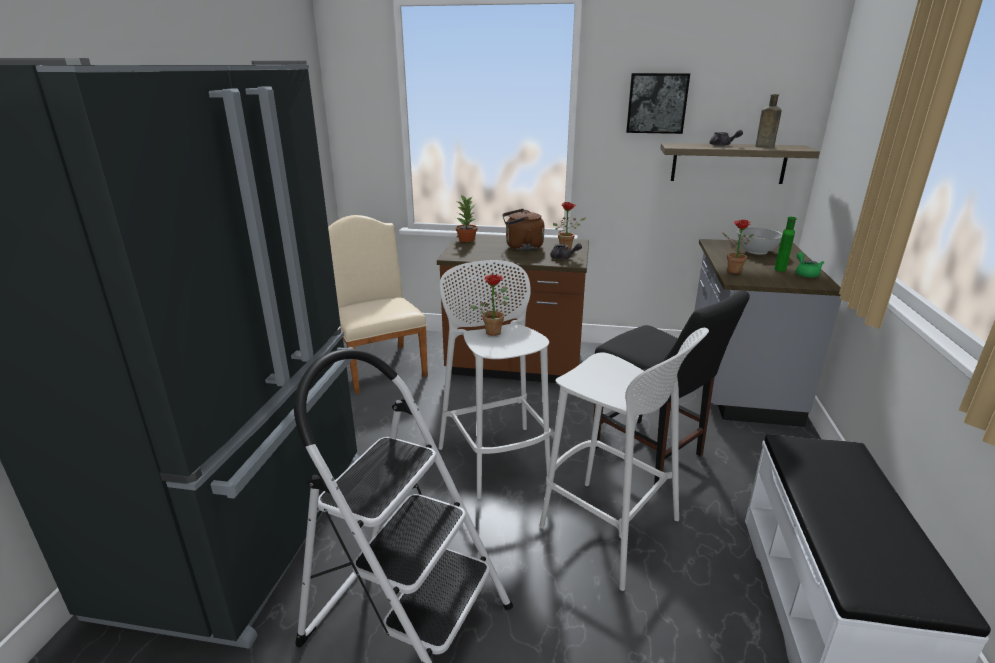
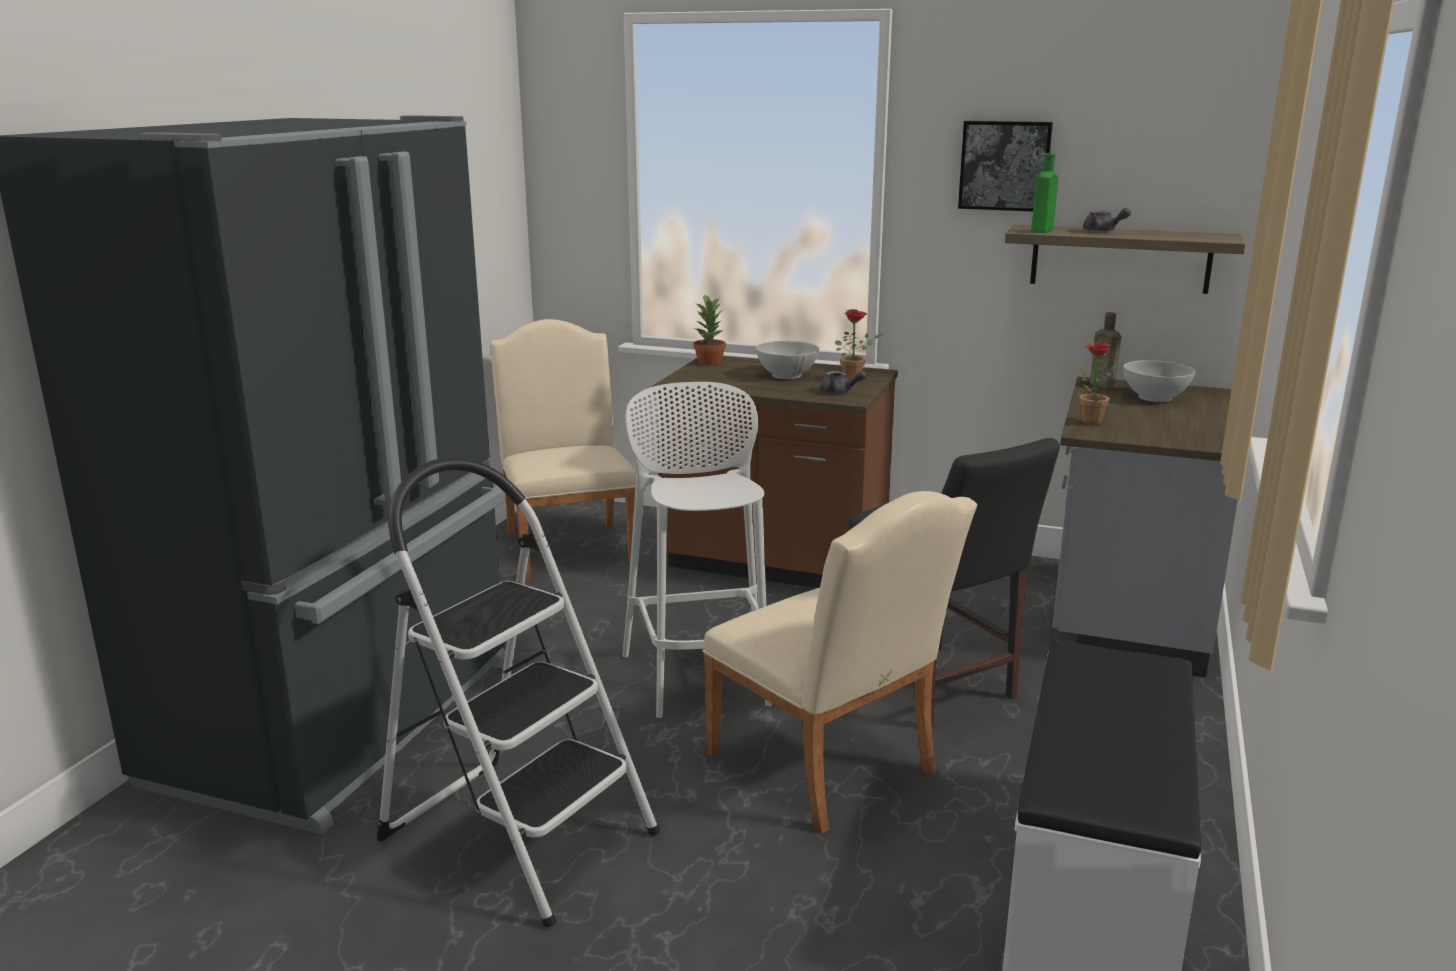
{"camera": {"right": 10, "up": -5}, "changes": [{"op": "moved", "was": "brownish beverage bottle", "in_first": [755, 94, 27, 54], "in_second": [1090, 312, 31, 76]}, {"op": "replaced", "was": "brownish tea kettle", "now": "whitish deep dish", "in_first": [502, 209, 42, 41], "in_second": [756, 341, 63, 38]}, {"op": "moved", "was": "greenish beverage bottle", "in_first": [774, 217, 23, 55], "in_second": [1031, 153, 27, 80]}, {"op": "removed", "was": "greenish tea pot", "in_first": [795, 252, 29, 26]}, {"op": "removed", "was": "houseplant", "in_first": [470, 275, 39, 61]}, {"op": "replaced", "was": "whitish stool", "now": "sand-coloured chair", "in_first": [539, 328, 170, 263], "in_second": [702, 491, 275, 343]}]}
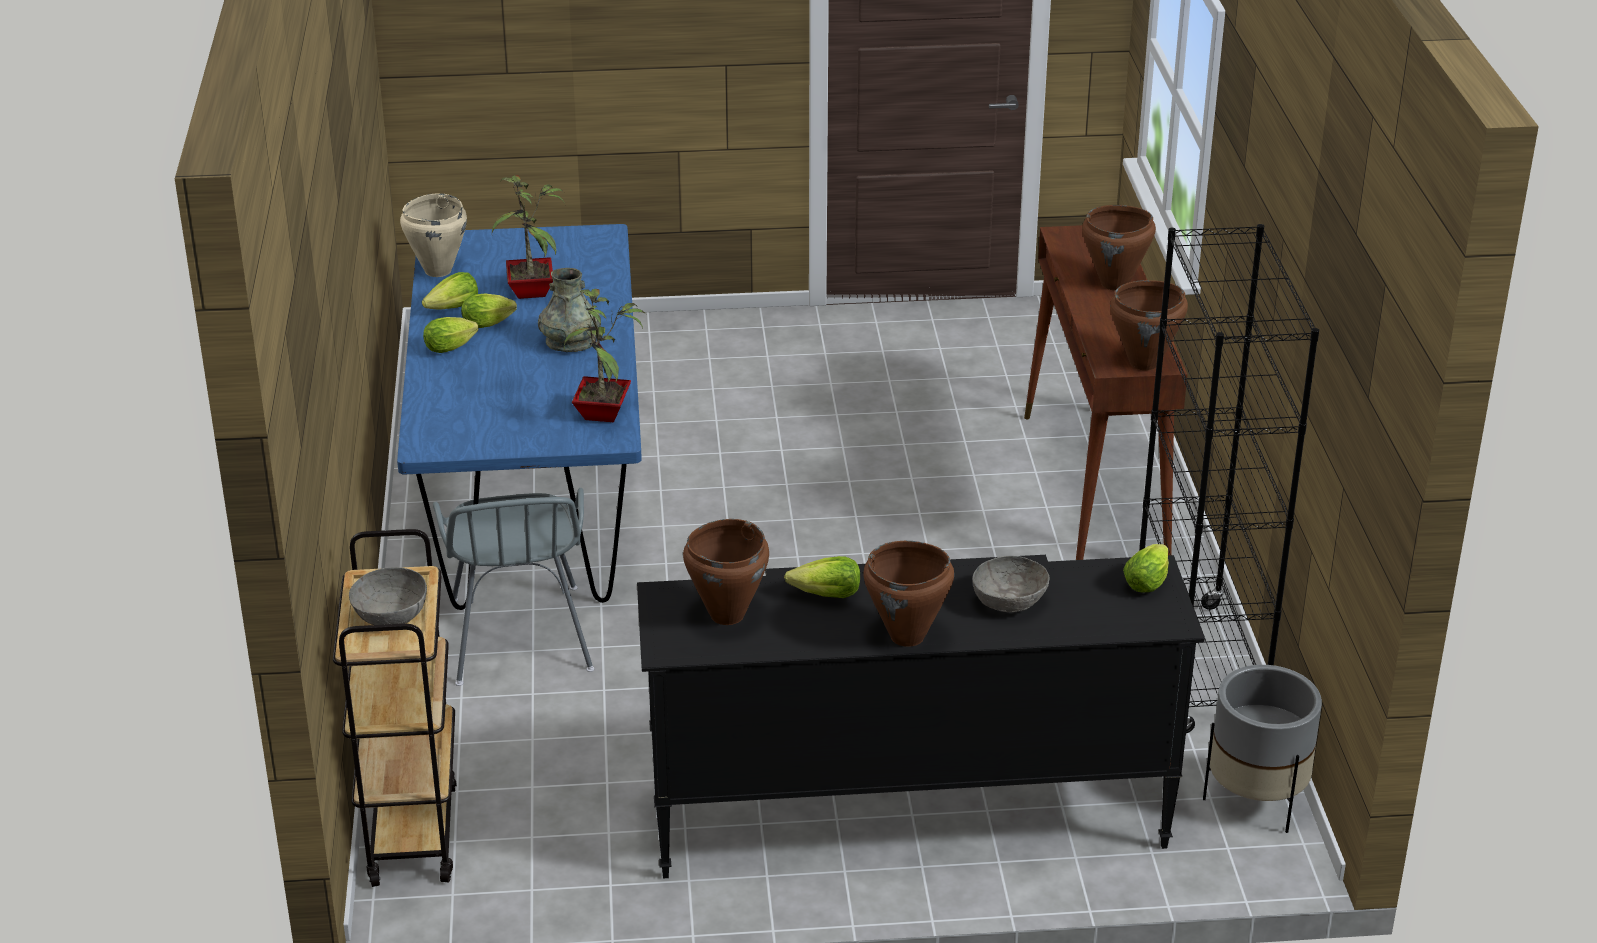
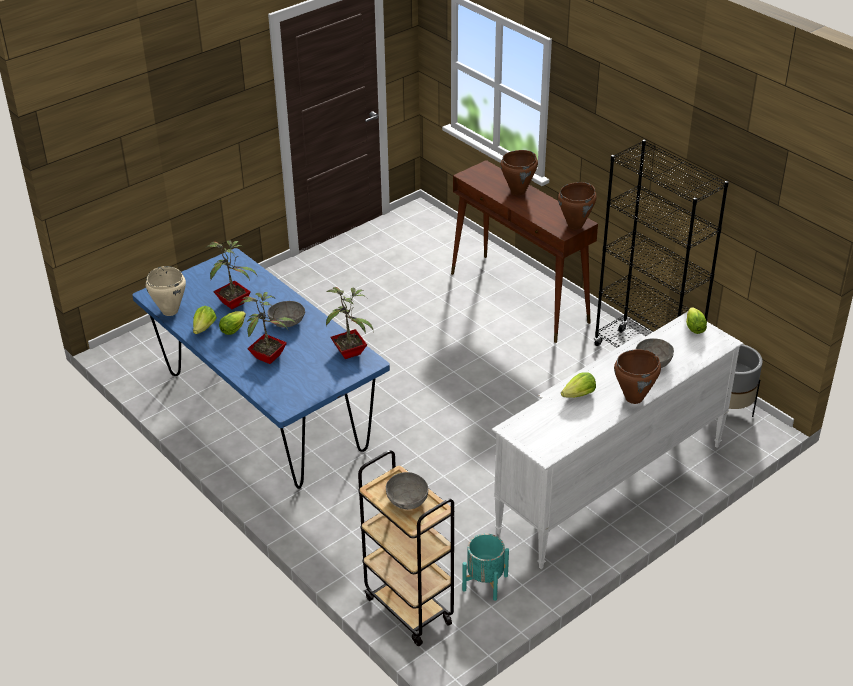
{"camera": {"right": -35, "up": 5}, "changes": [{"op": "replaced", "was": "grey flower vase", "now": "grey deep dish", "in_first": [538, 268, 63, 84], "in_second": [268, 301, 37, 27]}, {"op": "removed", "was": "lettuce head", "in_first": [423, 317, 56, 36]}, {"op": "removed", "was": "grey chair", "in_first": [433, 488, 161, 198]}, {"op": "removed", "was": "brownish cooking pot", "in_first": [683, 519, 86, 106]}, {"op": "recoloured", "was": "black-coloured storage cabinet", "now": "whitish storage cabinet", "in_first": [637, 555, 568, 323], "in_second": [492, 311, 251, 258]}, {"op": "added", "now": "houseplant", "in_second": [239, 292, 57, 72]}, {"op": "added", "now": "turquoise-coloured planter", "in_second": [462, 534, 47, 67]}]}
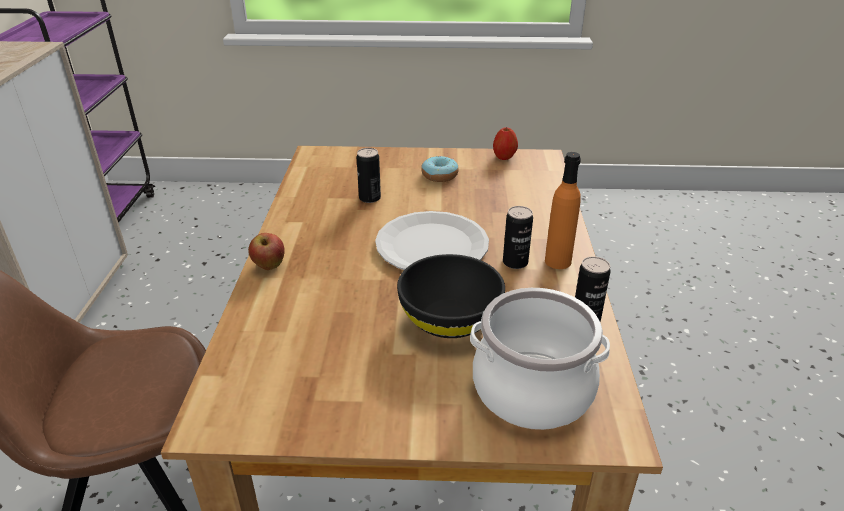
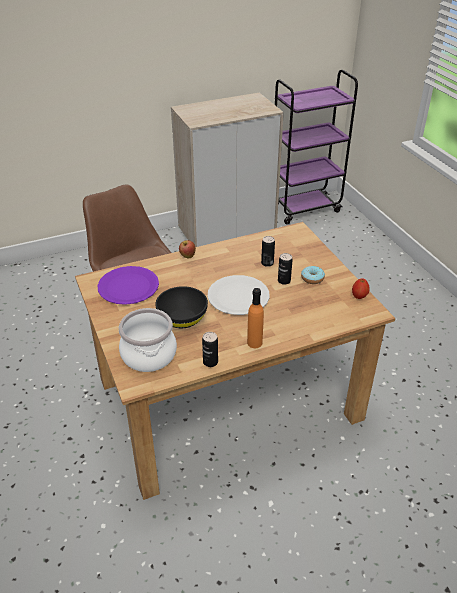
{"camera": {"right": 65, "up": 5}, "changes": [{"op": "moved", "was": "metal can", "in_first": [503, 206, 30, 63], "in_second": [278, 253, 15, 32]}, {"op": "added", "now": "purplish dinner plate", "in_second": [98, 266, 61, 39]}]}
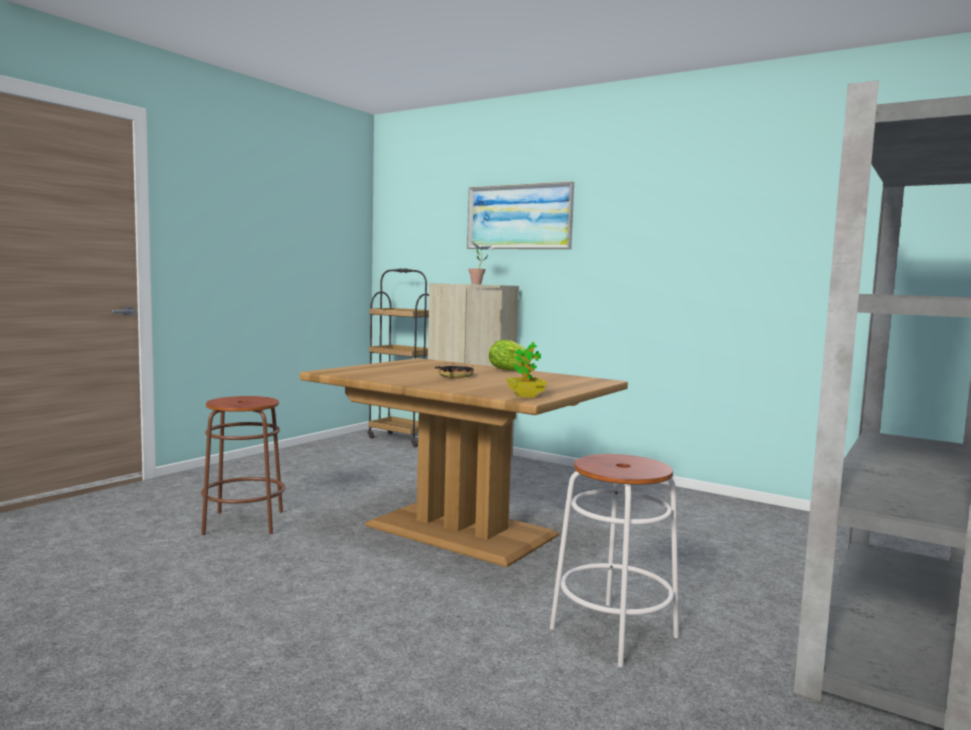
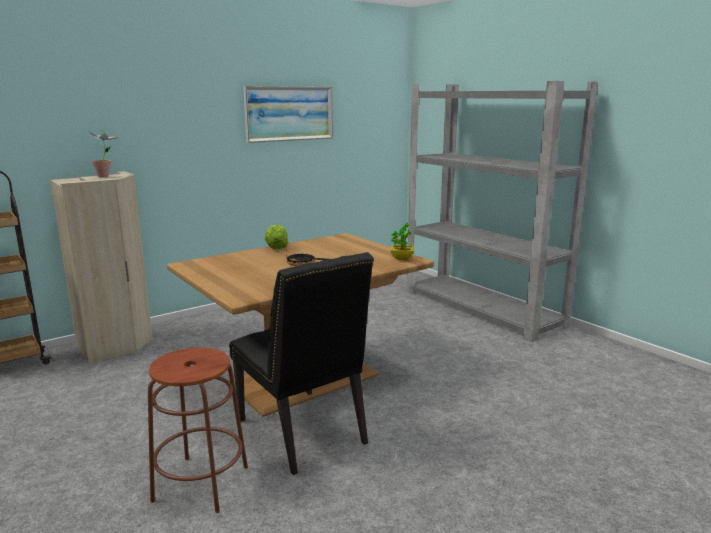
{"camera": {"right": -70, "up": 10}, "changes": [{"op": "moved", "was": "wall art", "in_first": [467, 181, 107, 68], "in_second": [243, 86, 90, 57]}, {"op": "removed", "was": "whitish stool", "in_first": [550, 454, 129, 214]}, {"op": "added", "now": "black-coloured chair", "in_second": [229, 252, 145, 223]}]}
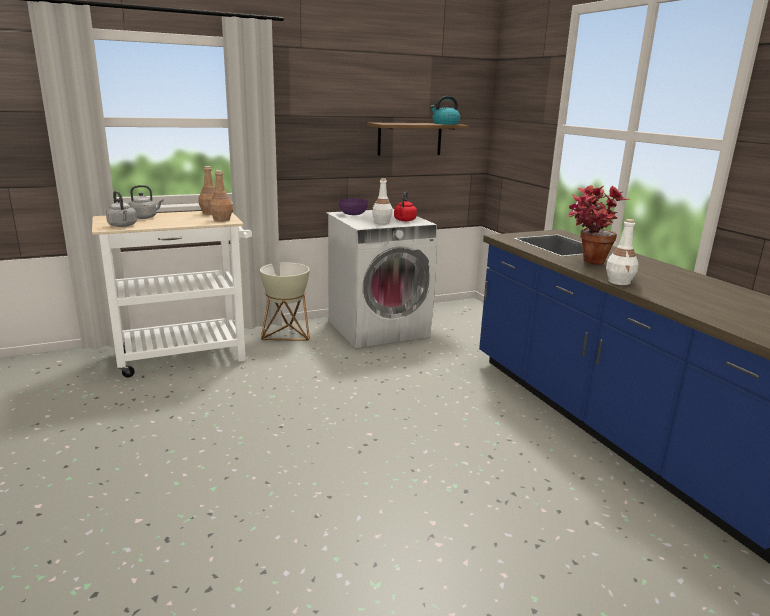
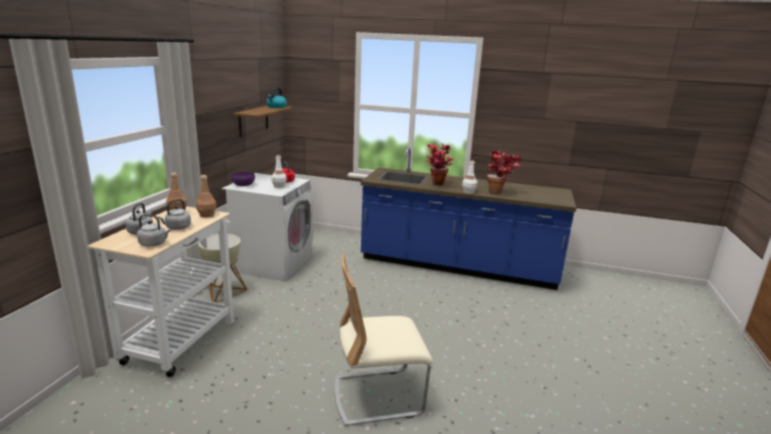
{"camera": {"right": -50, "up": 0}, "changes": [{"op": "added", "now": "houseplant", "in_second": [487, 150, 35, 44]}, {"op": "added", "now": "grey tea kettle", "in_second": [158, 199, 33, 31]}, {"op": "added", "now": "sand-coloured chair", "in_second": [334, 255, 99, 171]}]}
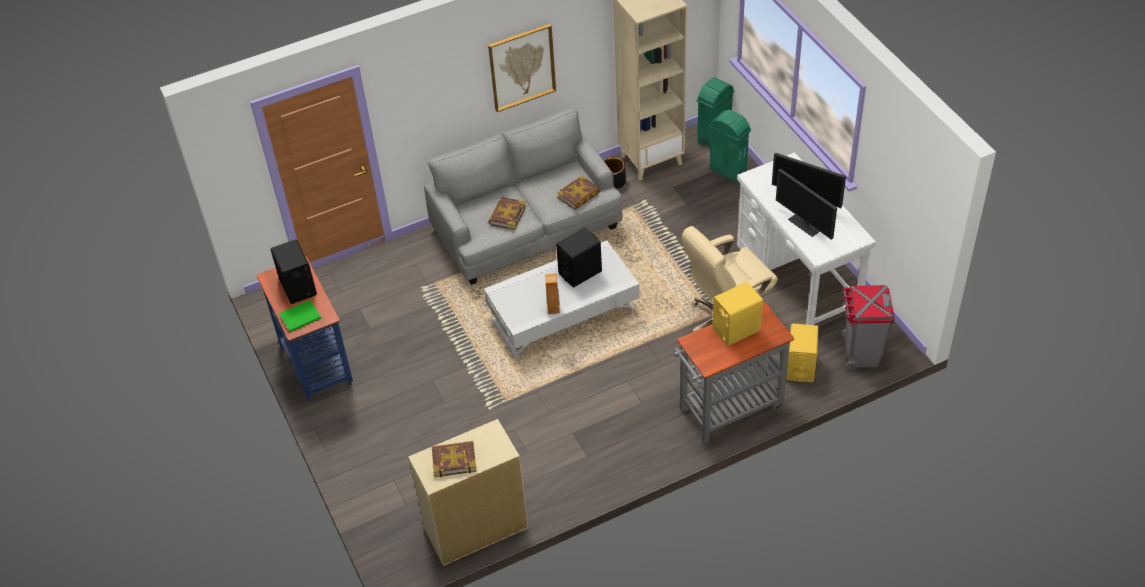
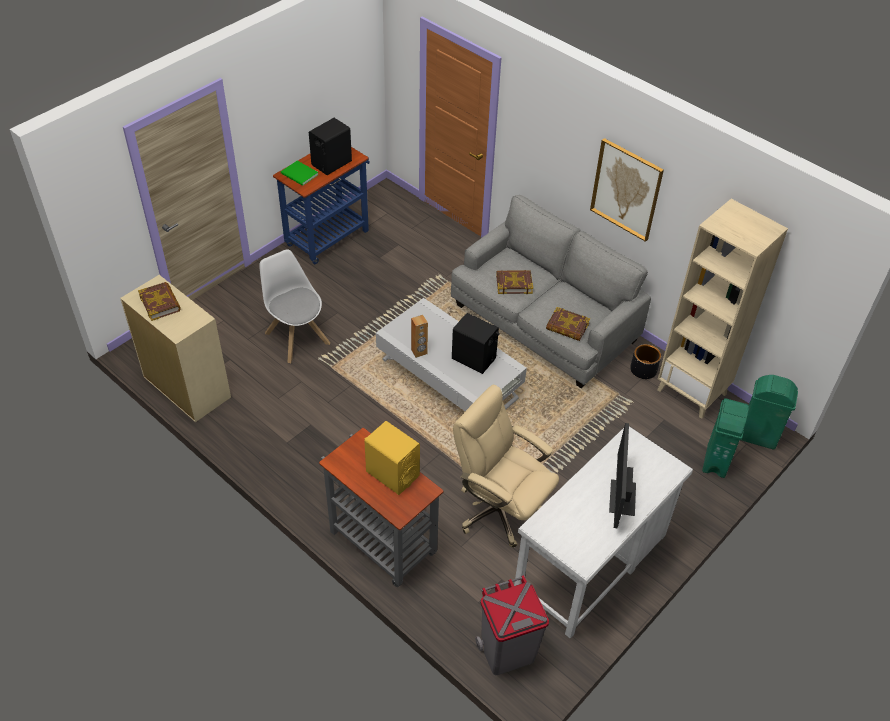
{"camera": {"right": 65, "up": 0}, "changes": [{"op": "removed", "was": "computer screen", "in_first": [776, 169, 61, 71]}, {"op": "removed", "was": "yellowish speaker", "in_first": [787, 323, 31, 59]}, {"op": "added", "now": "chair", "in_second": [259, 249, 71, 114]}]}
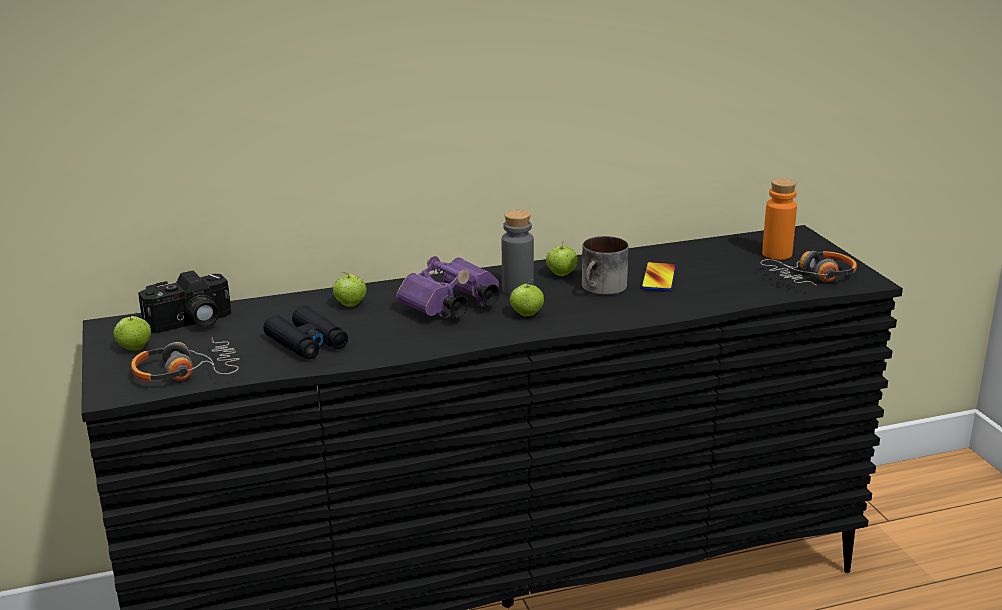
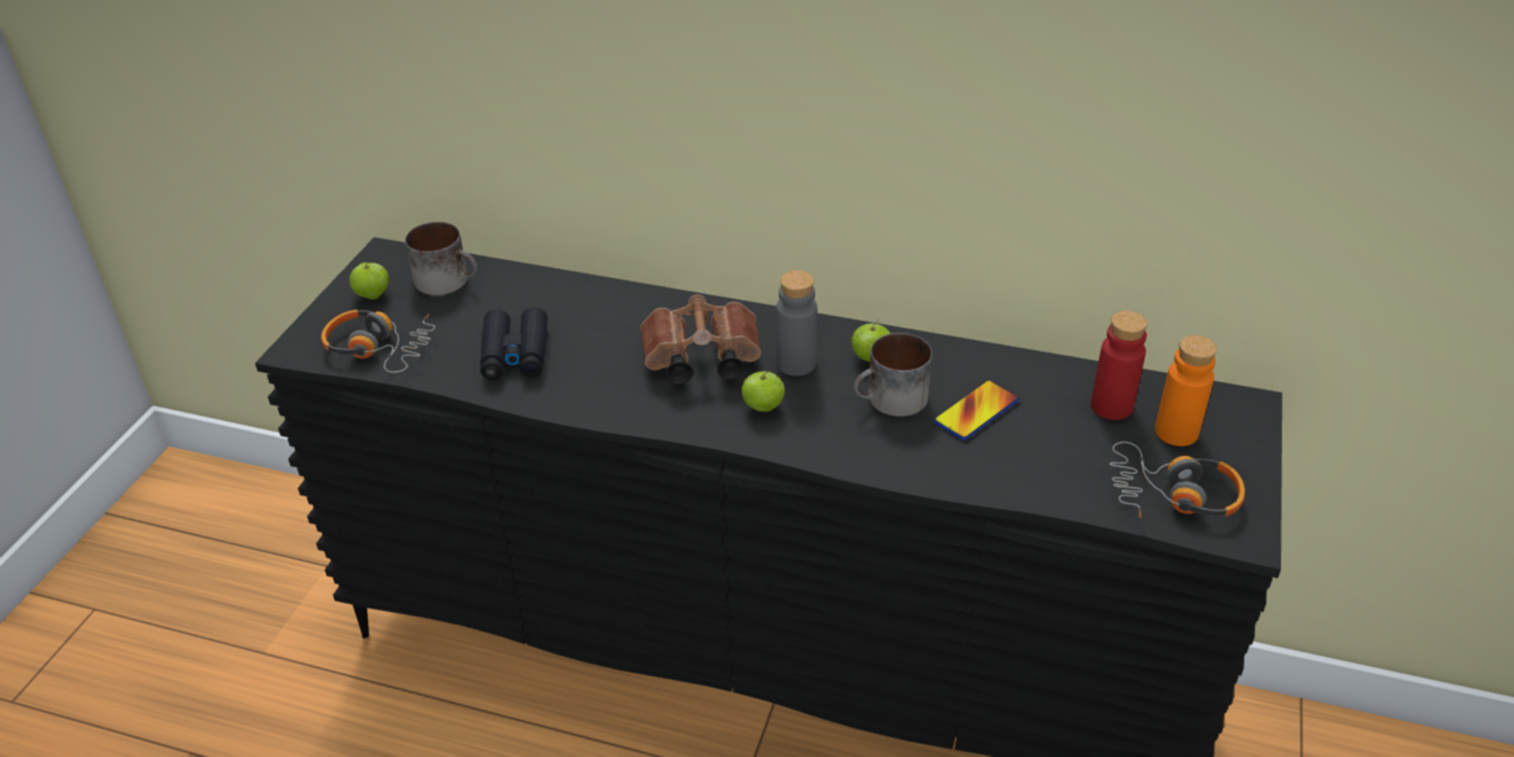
{"camera": {"right": 35, "up": 15}, "changes": [{"op": "recoloured", "was": "purplish field glasses", "now": "brownish field glasses", "in_first": [397, 256, 103, 62], "in_second": [640, 295, 121, 89]}, {"op": "replaced", "was": "photo camera", "now": "coffee mug", "in_first": [138, 271, 93, 62], "in_second": [405, 222, 72, 73]}, {"op": "removed", "was": "whole apple", "in_first": [333, 272, 33, 35]}, {"op": "added", "now": "red-coloured beverage bottle", "in_second": [1091, 311, 57, 109]}]}
